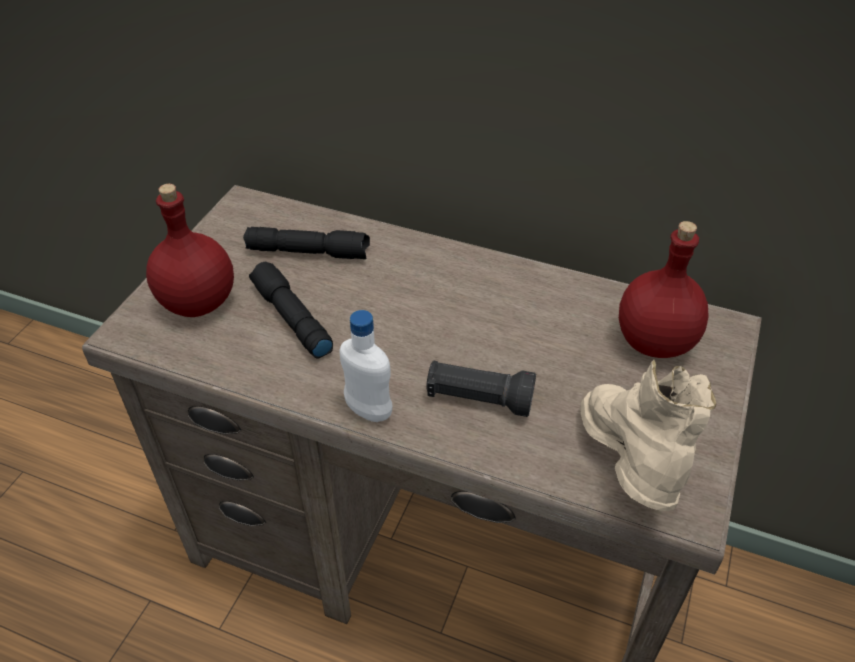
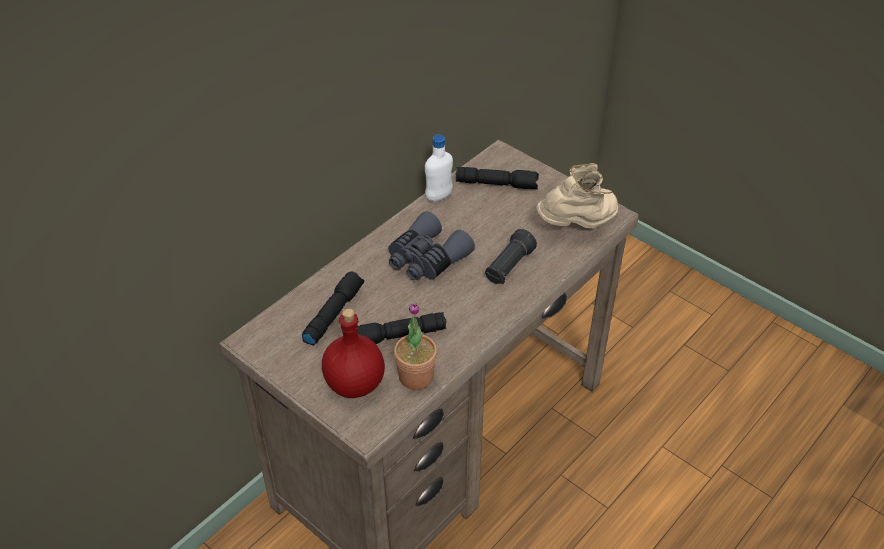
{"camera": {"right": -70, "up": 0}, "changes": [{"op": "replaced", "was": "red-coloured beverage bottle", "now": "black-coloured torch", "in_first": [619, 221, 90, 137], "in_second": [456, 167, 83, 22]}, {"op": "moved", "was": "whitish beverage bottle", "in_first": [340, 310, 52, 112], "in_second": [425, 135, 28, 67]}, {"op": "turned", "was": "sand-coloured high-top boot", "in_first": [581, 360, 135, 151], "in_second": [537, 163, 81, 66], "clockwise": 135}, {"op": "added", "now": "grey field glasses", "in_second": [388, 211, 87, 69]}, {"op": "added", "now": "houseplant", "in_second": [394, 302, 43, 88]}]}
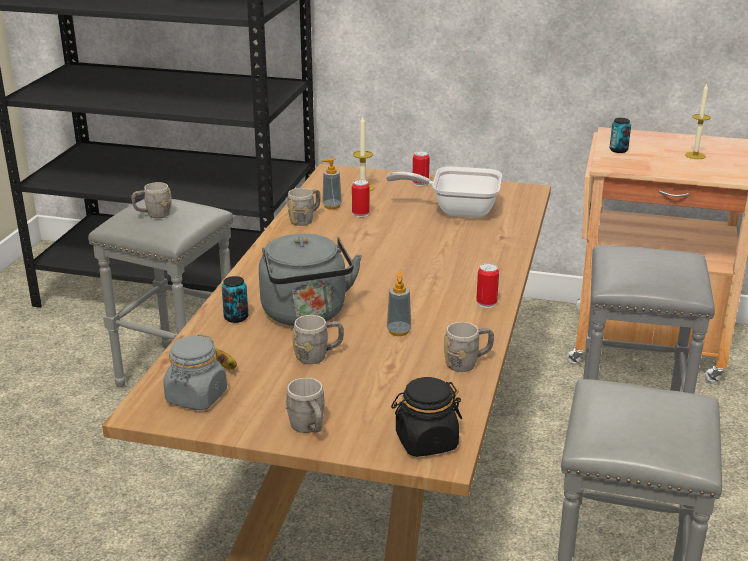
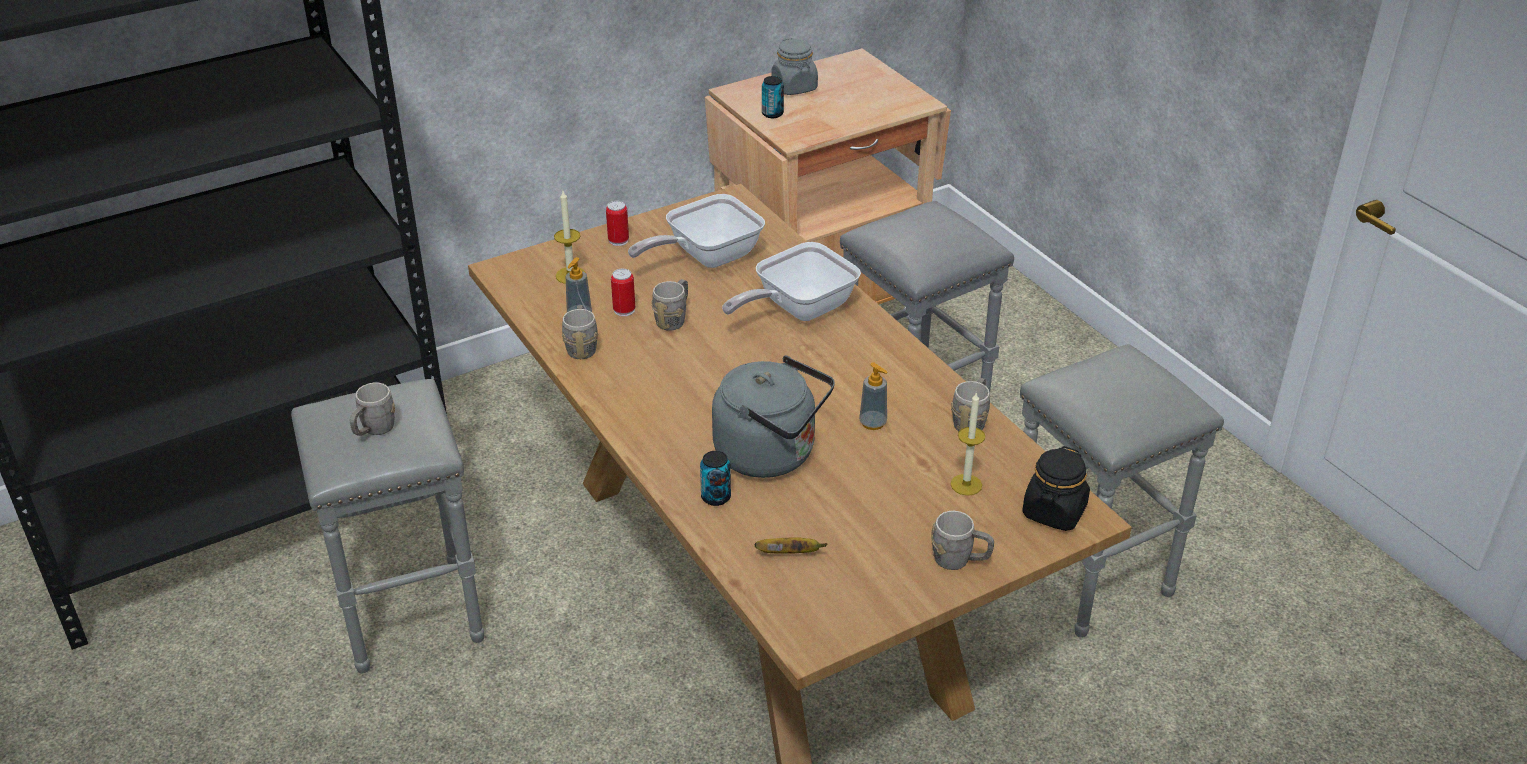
{"camera": {"right": -45, "up": 10}, "changes": [{"op": "moved", "was": "candle", "in_first": [685, 83, 25, 76], "in_second": [951, 392, 34, 104]}, {"op": "removed", "was": "metal can", "in_first": [476, 263, 23, 45]}, {"op": "moved", "was": "grey coffee mug", "in_first": [292, 315, 52, 49], "in_second": [651, 279, 37, 52]}, {"op": "moved", "was": "grey preserve jar", "in_first": [163, 334, 64, 76], "in_second": [771, 38, 47, 57]}, {"op": "added", "now": "frying pan", "in_second": [722, 242, 139, 79]}]}
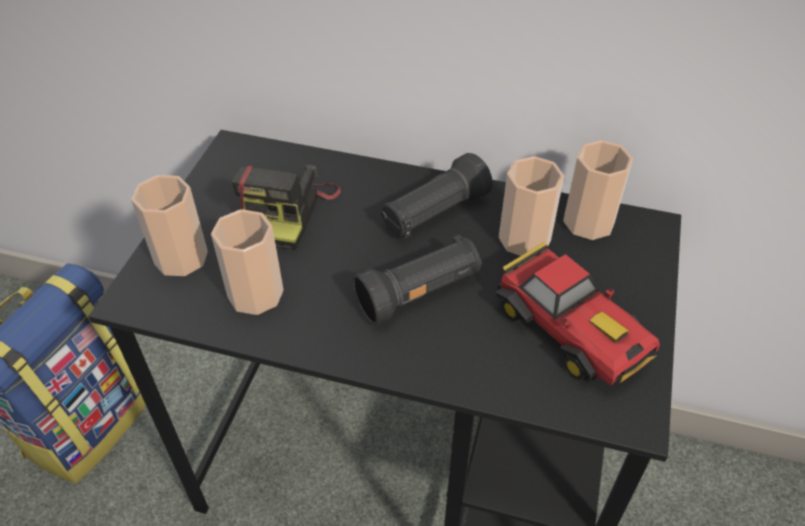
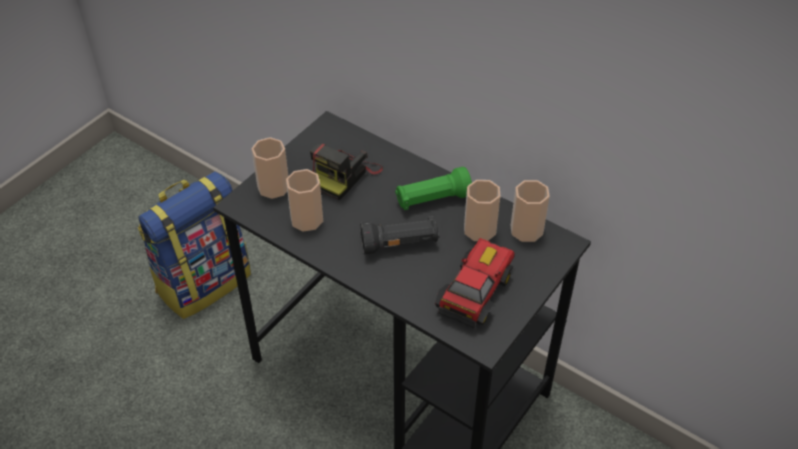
{"camera": {"right": 20, "up": 0}, "changes": [{"op": "recoloured", "was": "black-coloured torch", "now": "greenish torch", "in_first": [381, 153, 112, 86], "in_second": [395, 167, 77, 43]}, {"op": "turned", "was": "model car", "in_first": [495, 242, 165, 143], "in_second": [435, 238, 80, 91], "clockwise": -135}]}
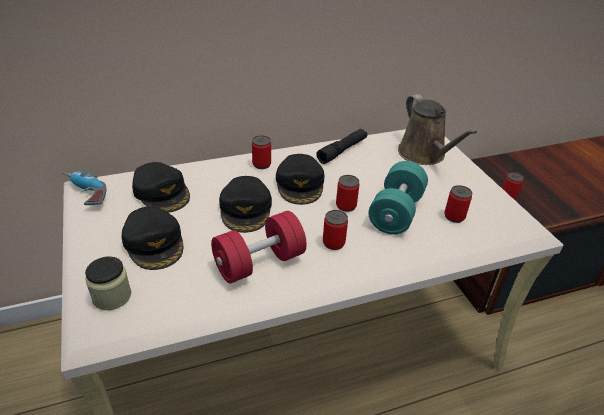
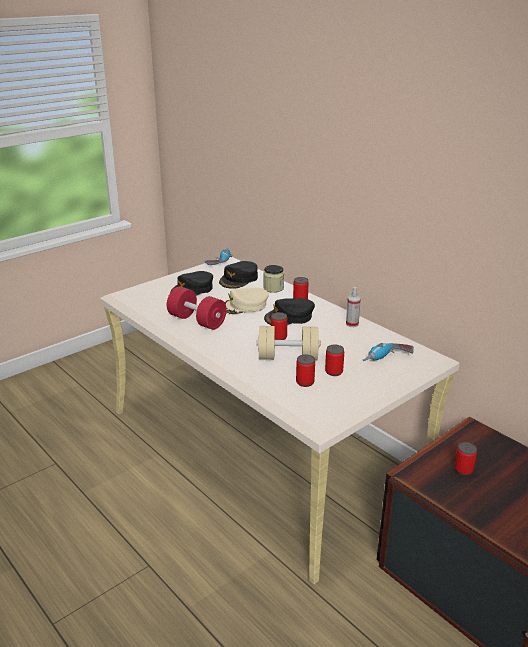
{"camera": {"right": 70, "up": -10}, "changes": [{"op": "replaced", "was": "brownish watering pot", "now": "drill", "in_first": [398, 94, 79, 71], "in_second": [363, 343, 51, 18]}, {"op": "replaced", "was": "black-coloured torch", "now": "hand sprayer", "in_first": [316, 129, 51, 35], "in_second": [346, 287, 15, 40]}, {"op": "recoloured", "was": "turquoise-coloured free weight", "now": "sand-coloured free weight", "in_first": [368, 161, 60, 74], "in_second": [257, 326, 63, 34]}, {"op": "recoloured", "was": "black-coloured cap", "now": "sand-coloured cap", "in_first": [219, 176, 53, 57], "in_second": [225, 288, 44, 27]}, {"op": "moved", "was": "metal can", "in_first": [323, 210, 25, 40], "in_second": [325, 345, 19, 31]}, {"op": "moved", "was": "preserve jar", "in_first": [85, 256, 46, 54], "in_second": [263, 265, 21, 28]}]}
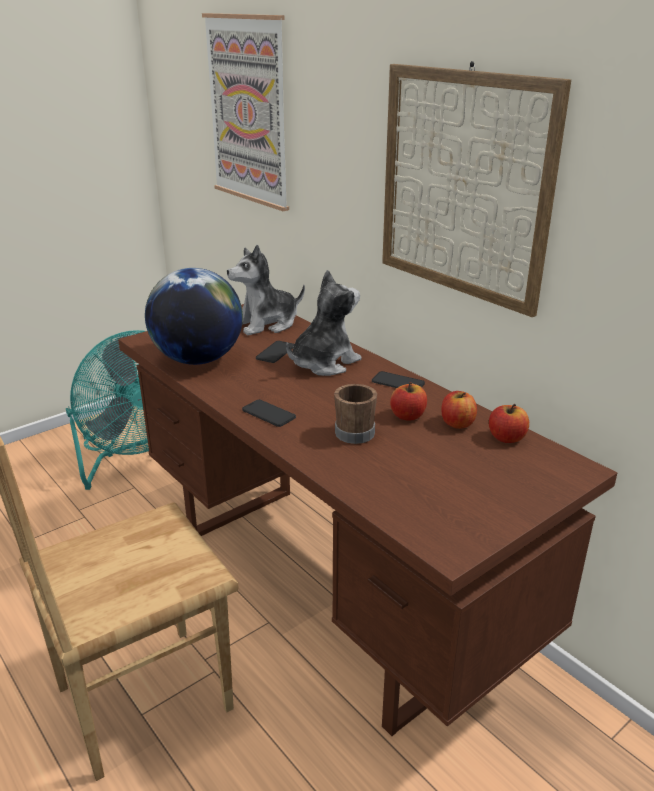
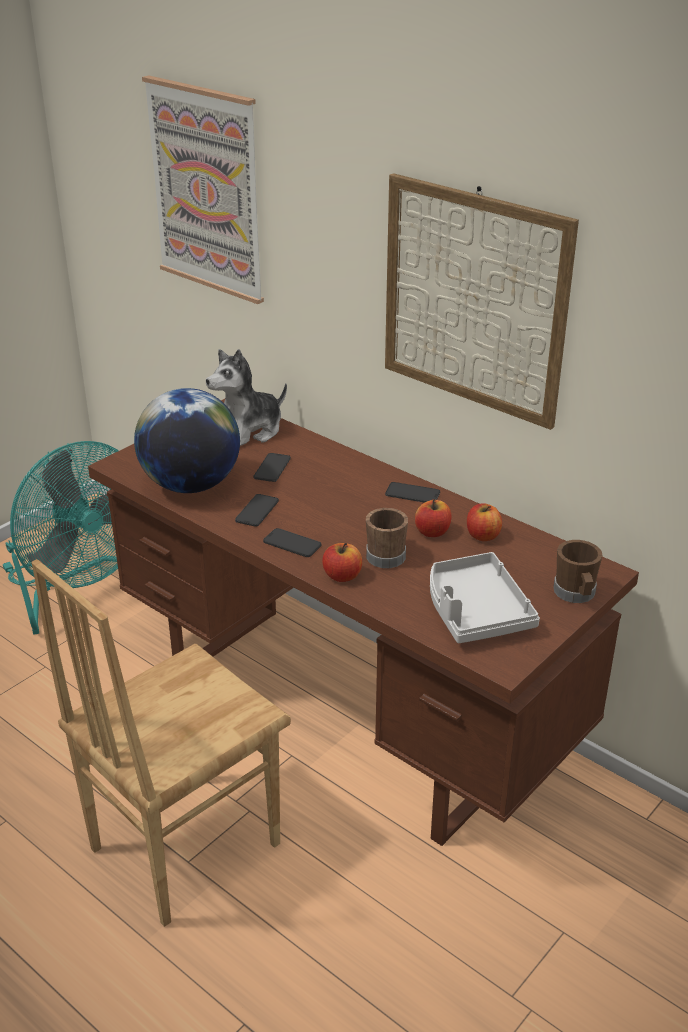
{"camera": {"right": -10, "up": 5}, "changes": [{"op": "removed", "was": "soft toy", "in_first": [286, 270, 76, 106]}, {"op": "moved", "was": "whole apple", "in_first": [489, 404, 40, 39], "in_second": [322, 543, 40, 39]}, {"op": "added", "now": "telephone", "in_second": [235, 494, 44, 33]}, {"op": "added", "now": "brownish coffee mug", "in_second": [553, 540, 50, 63]}, {"op": "added", "now": "grey carrying tray", "in_second": [430, 552, 110, 91]}]}
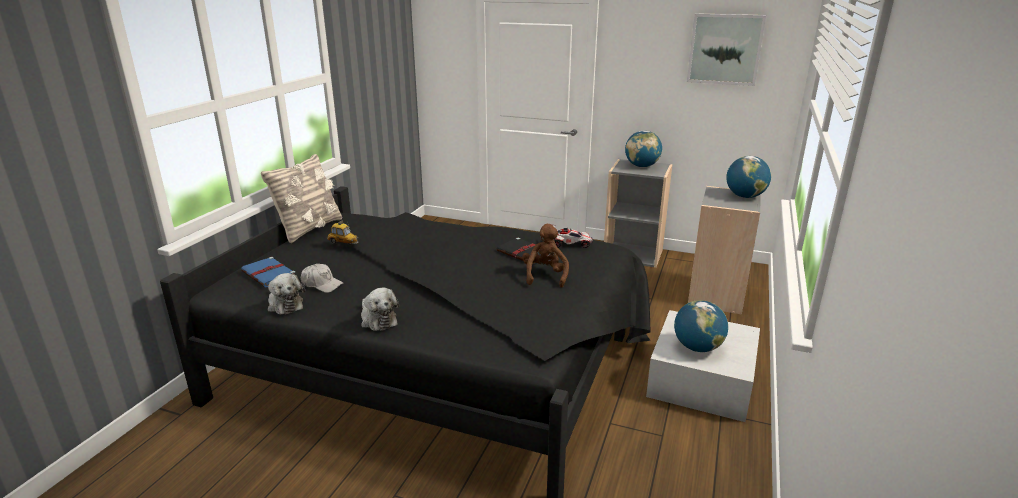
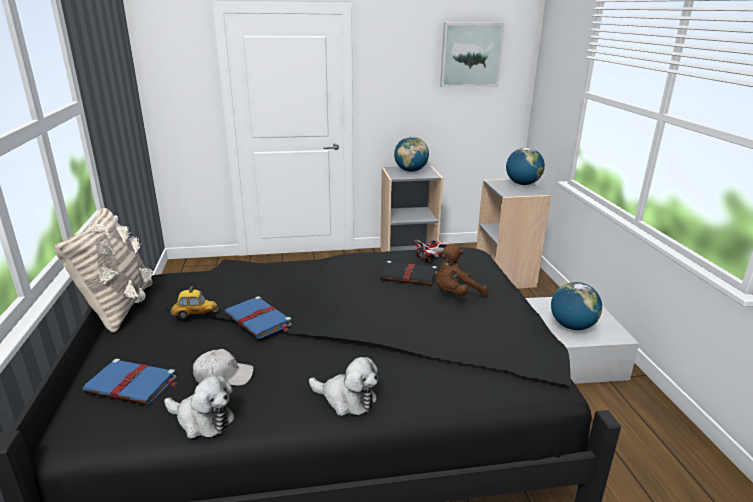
{"camera": {"right": -30, "up": 0}, "changes": [{"op": "turned", "was": "brownish soft toy", "in_first": [522, 224, 47, 63], "in_second": [436, 244, 52, 53], "clockwise": -90}, {"op": "added", "now": "blue-coloured volume", "in_second": [225, 296, 67, 43]}]}
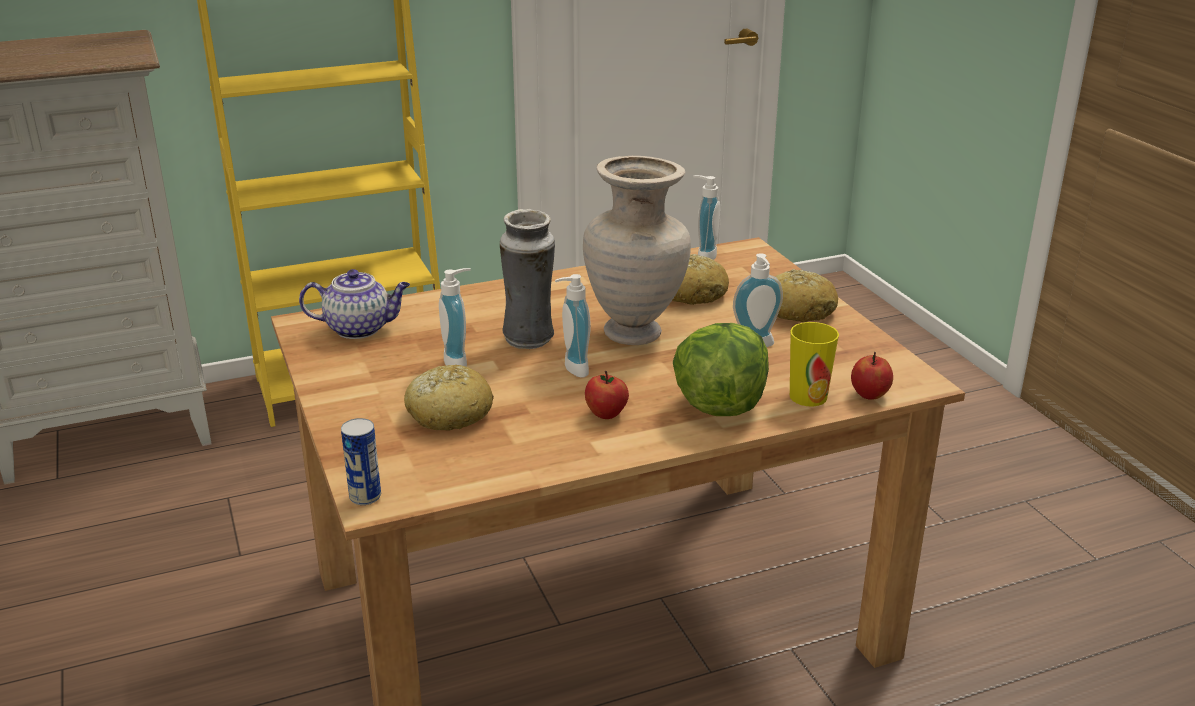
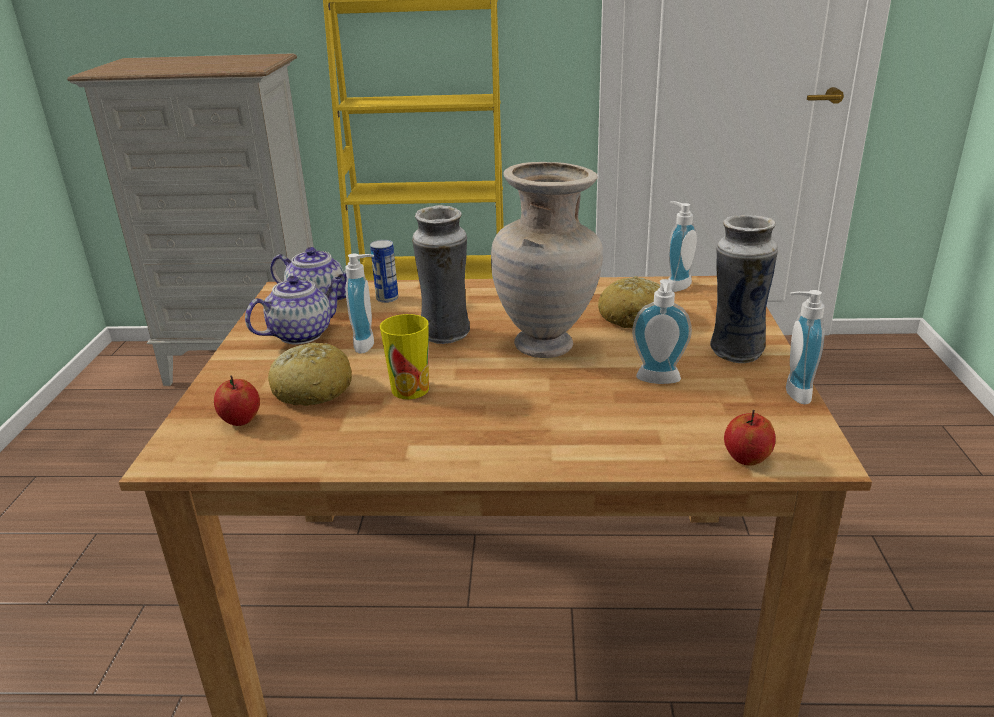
{"camera": {"right": 25, "up": 0}, "changes": [{"op": "replaced", "was": "bakery bread", "now": "flower vase", "in_first": [775, 269, 63, 53], "in_second": [710, 215, 68, 148]}, {"op": "moved", "was": "liquid soap bottle", "in_first": [555, 274, 36, 103], "in_second": [786, 290, 39, 114]}, {"op": "moved", "was": "cup", "in_first": [790, 322, 49, 84], "in_second": [380, 314, 49, 85]}, {"op": "removed", "was": "lettuce head", "in_first": [673, 323, 96, 93]}, {"op": "moved", "was": "whole apple", "in_first": [585, 371, 44, 48], "in_second": [214, 376, 46, 50]}, {"op": "moved", "was": "metal can", "in_first": [341, 418, 40, 87], "in_second": [370, 240, 28, 63]}, {"op": "added", "now": "tea pot", "in_second": [245, 276, 98, 68]}]}
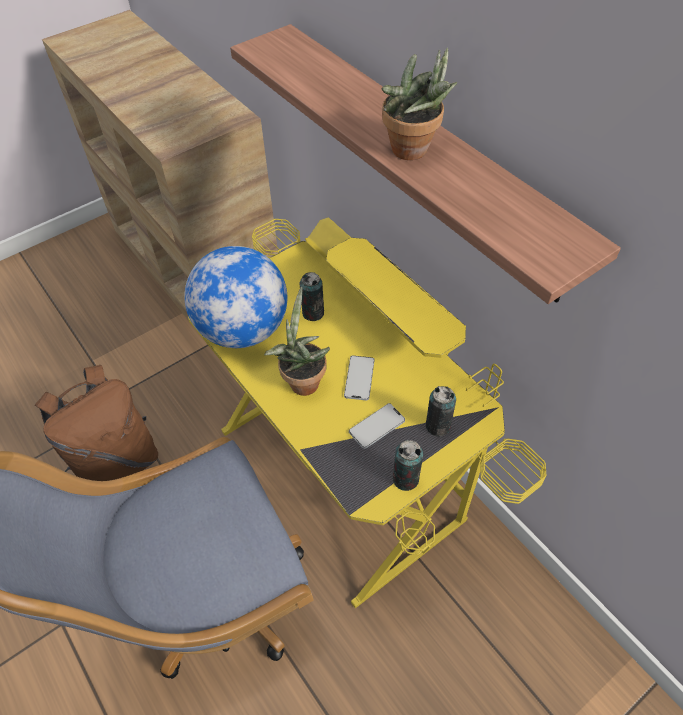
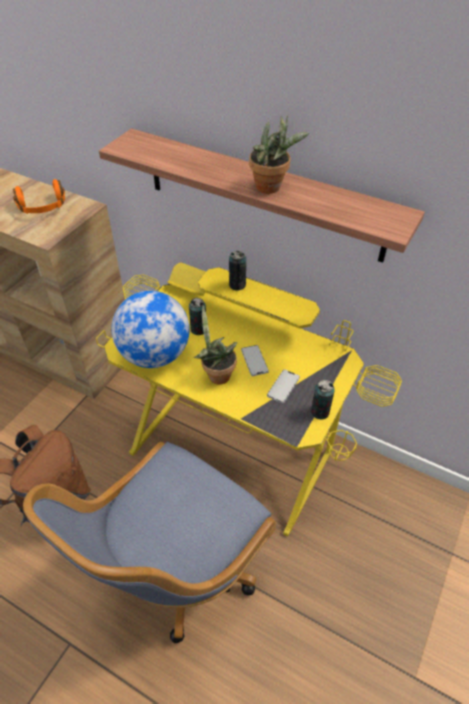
{"camera": {"right": -25, "up": -5}, "changes": [{"op": "moved", "was": "metal can", "in_first": [426, 386, 30, 51], "in_second": [229, 251, 17, 40]}, {"op": "added", "now": "orange headset", "in_second": [13, 179, 52, 35]}]}
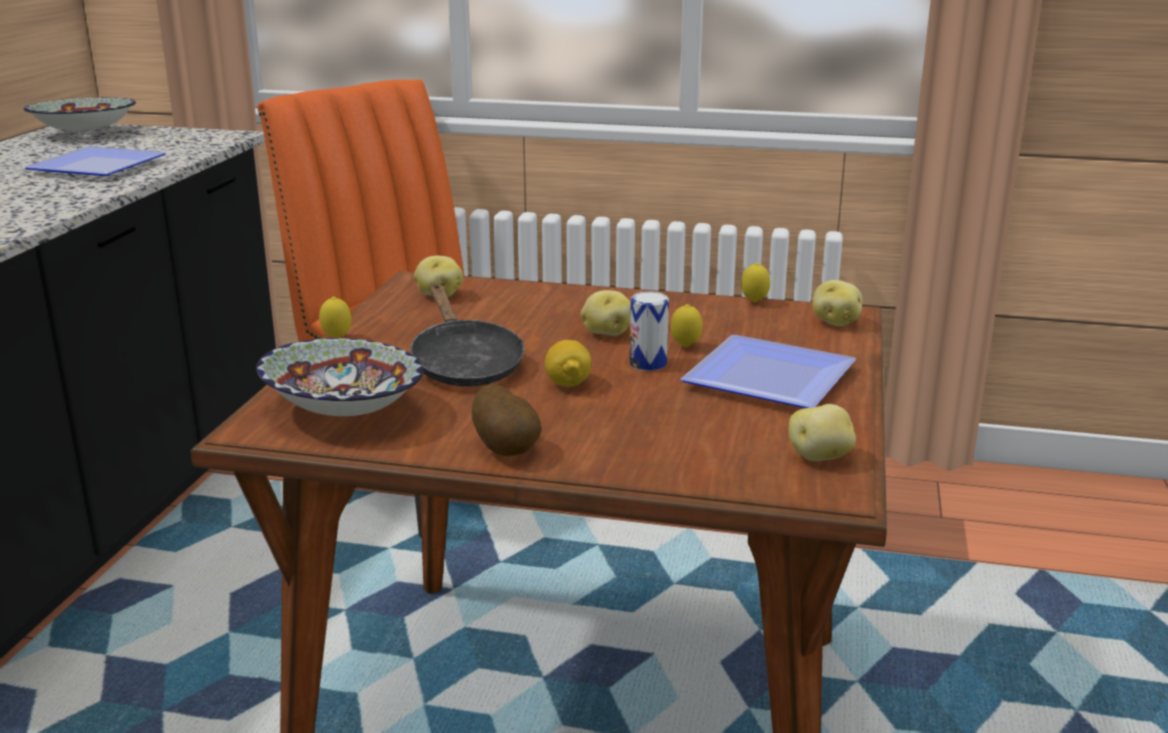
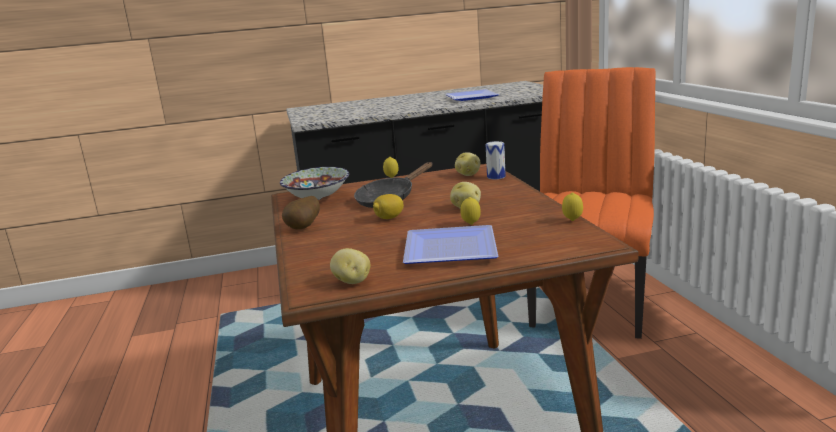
{"camera": {"right": 65, "up": -5}, "changes": [{"op": "removed", "was": "deep dish", "in_first": [24, 98, 112, 37]}, {"op": "removed", "was": "spud", "in_first": [812, 280, 50, 46]}, {"op": "moved", "was": "metal can", "in_first": [630, 291, 39, 80], "in_second": [486, 141, 20, 38]}]}
